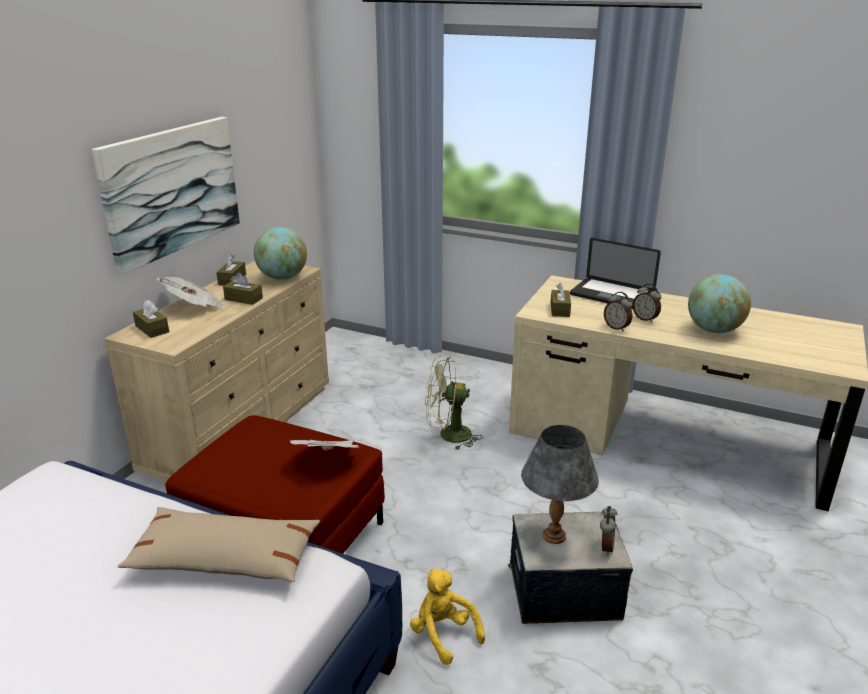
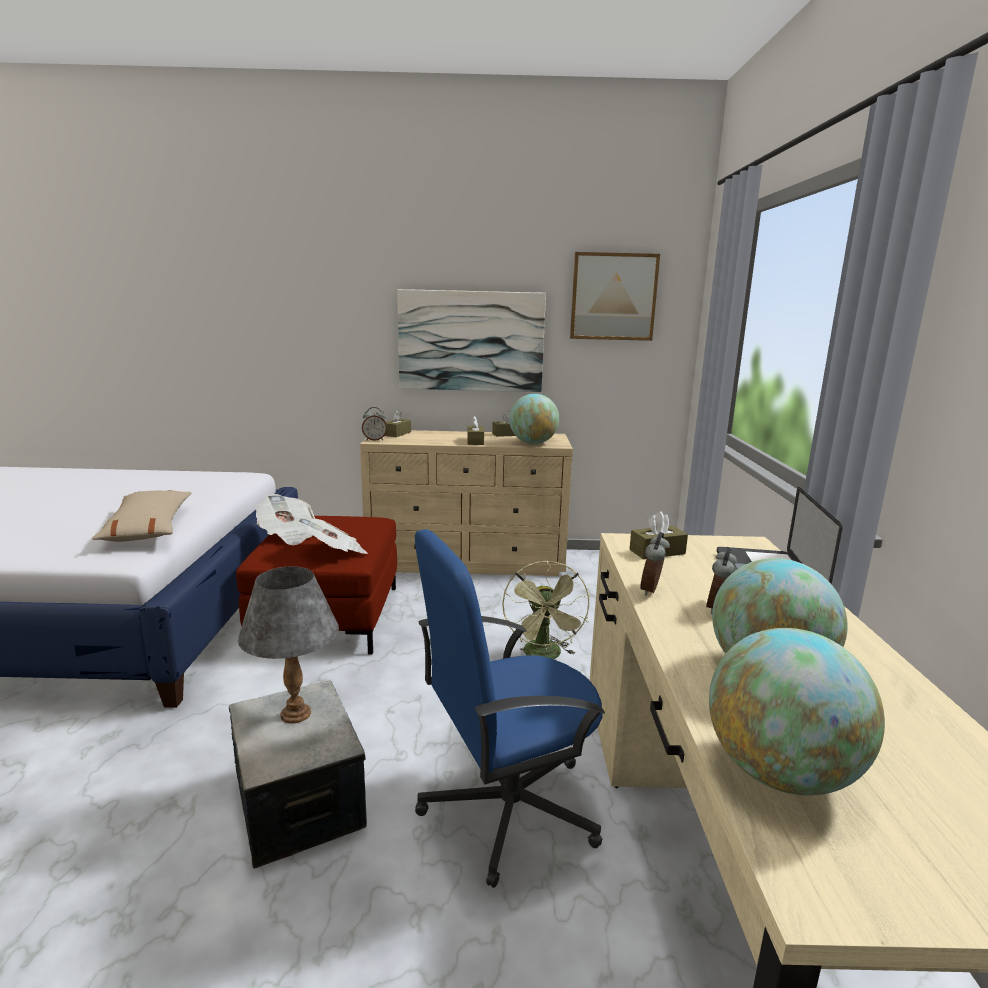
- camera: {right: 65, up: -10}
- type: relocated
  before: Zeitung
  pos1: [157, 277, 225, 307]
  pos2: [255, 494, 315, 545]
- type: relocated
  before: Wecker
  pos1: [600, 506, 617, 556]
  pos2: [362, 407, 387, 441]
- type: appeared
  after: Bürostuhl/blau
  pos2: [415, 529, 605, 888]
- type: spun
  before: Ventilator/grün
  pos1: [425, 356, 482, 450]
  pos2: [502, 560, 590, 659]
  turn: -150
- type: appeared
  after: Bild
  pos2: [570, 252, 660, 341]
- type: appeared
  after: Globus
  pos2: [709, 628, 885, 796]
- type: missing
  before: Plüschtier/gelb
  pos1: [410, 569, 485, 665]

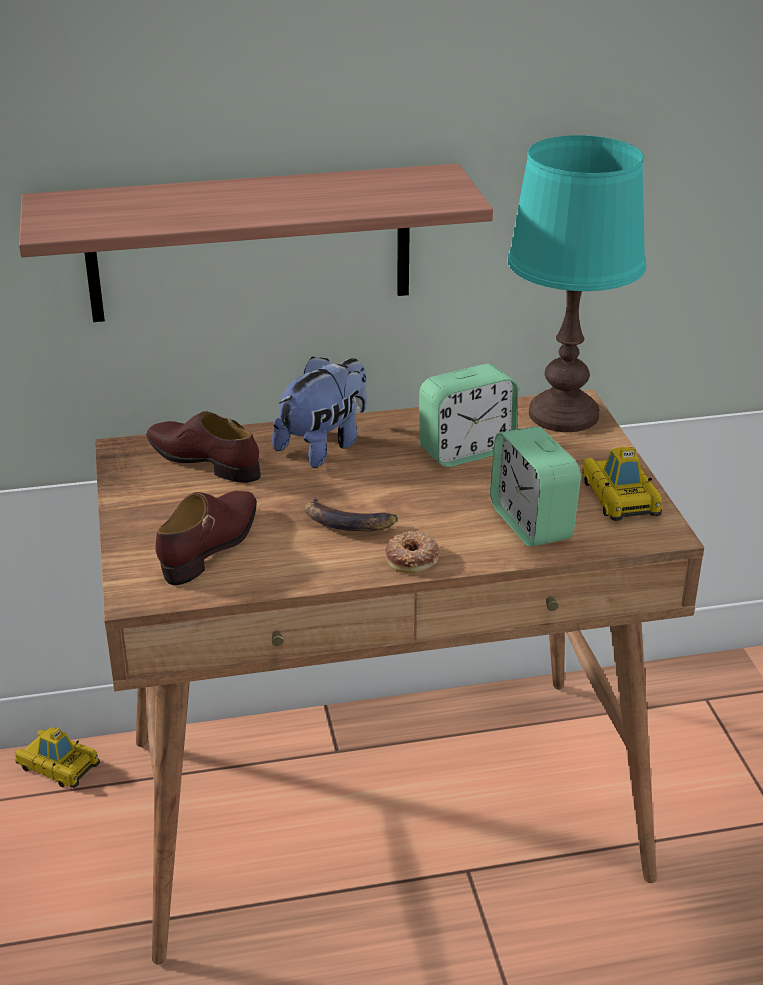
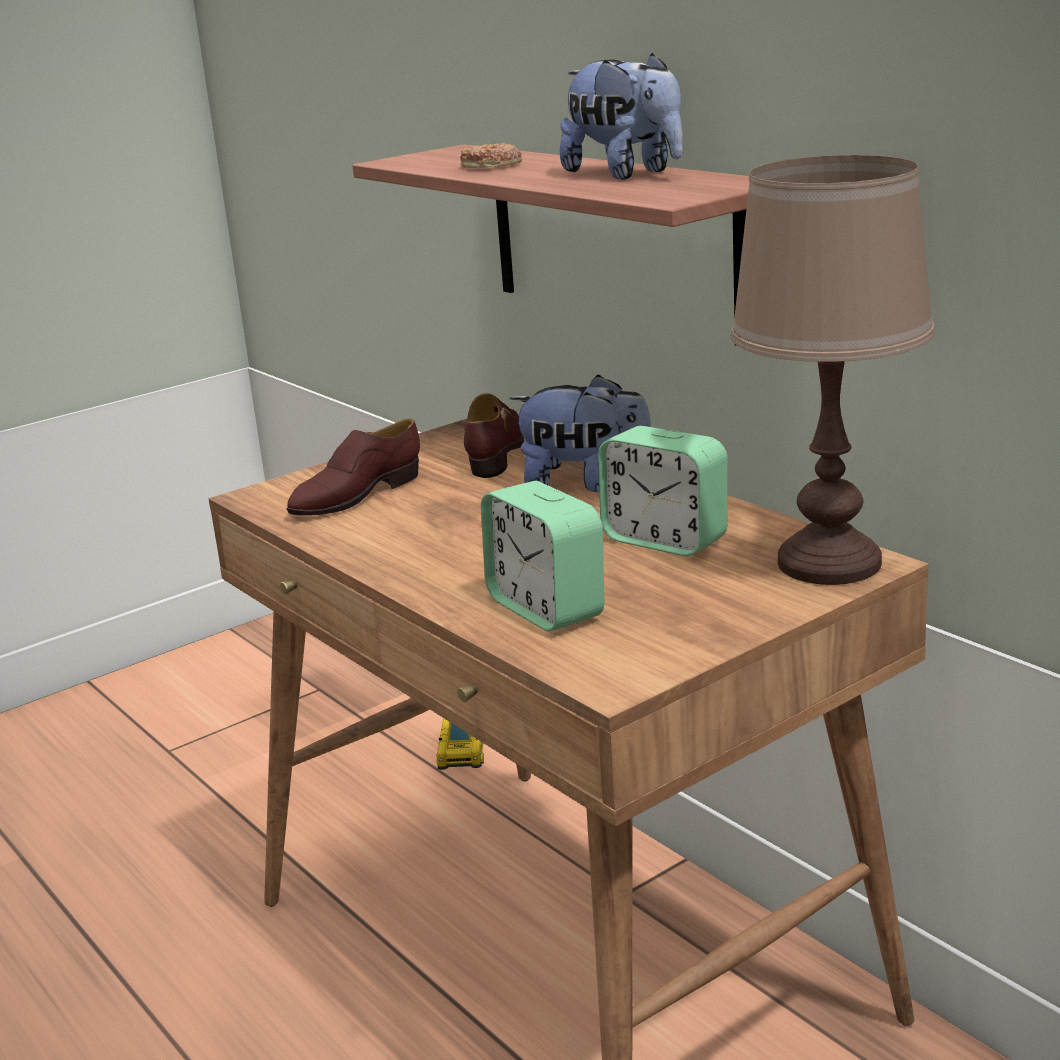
- camera: {right: 65, up: -10}
- type: spun
  before: Schuh/braun
  pos1: [155, 491, 257, 585]
  pos2: [286, 418, 420, 515]
  turn: 135
- type: relocated
  before: Donut
  pos1: [385, 531, 440, 573]
  pos2: [460, 143, 522, 168]
- type: spun
  before: Wecker
  pos1: [490, 426, 581, 547]
  pos2: [481, 481, 604, 632]
  turn: -75
- type: appeared
  after: Plüschtier
  pos2: [560, 53, 683, 180]
- type: colour
  before: Tischlampe/türkis
  after: Tischlampe/braun
  pos1: [507, 135, 646, 432]
  pos2: [731, 155, 935, 585]
- type: missing
  before: Banane
  pos1: [305, 496, 398, 531]
- type: missing
  before: Spielzeugauto
  pos1: [582, 447, 662, 521]

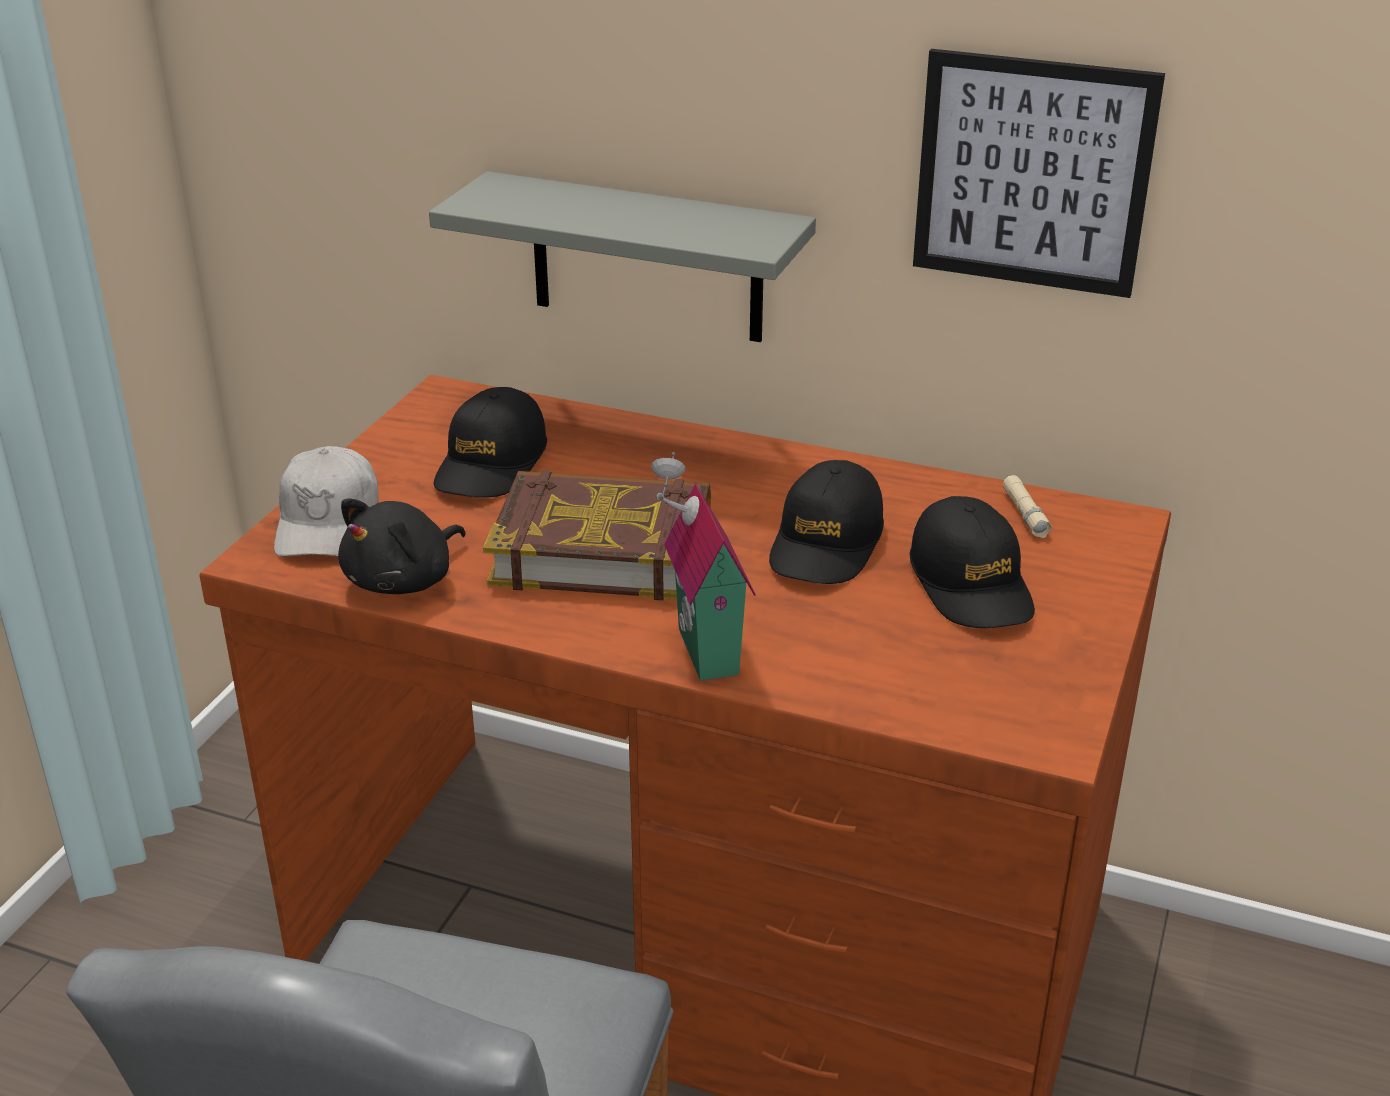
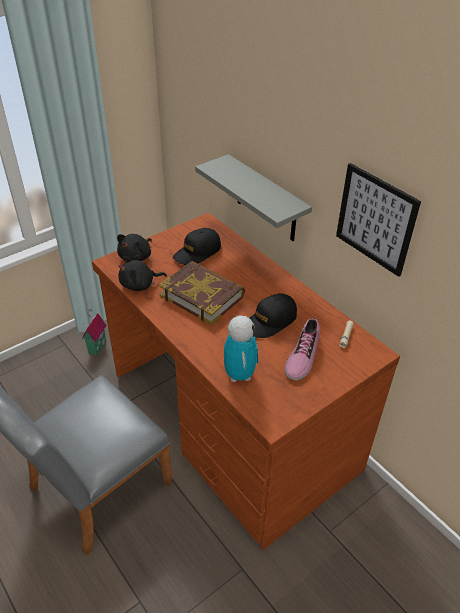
- camera: {right: 30, up: 10}
- type: relocated
  before: Spielzeughaus
  pos1: [651, 452, 756, 681]
  pos2: [82, 306, 107, 356]
- type: exchanged
  before: Kappe/weiß
  after: Plüschtier/schwarz
  pos1: [274, 446, 379, 557]
  pos2: [117, 234, 152, 261]
- type: appeared
  after: Spielzeugroboter
  pos2: [224, 315, 258, 382]
- type: exchanged
  before: Kappe/schwarz
  after: Schuh
  pos1: [910, 496, 1035, 628]
  pos2: [285, 318, 320, 380]

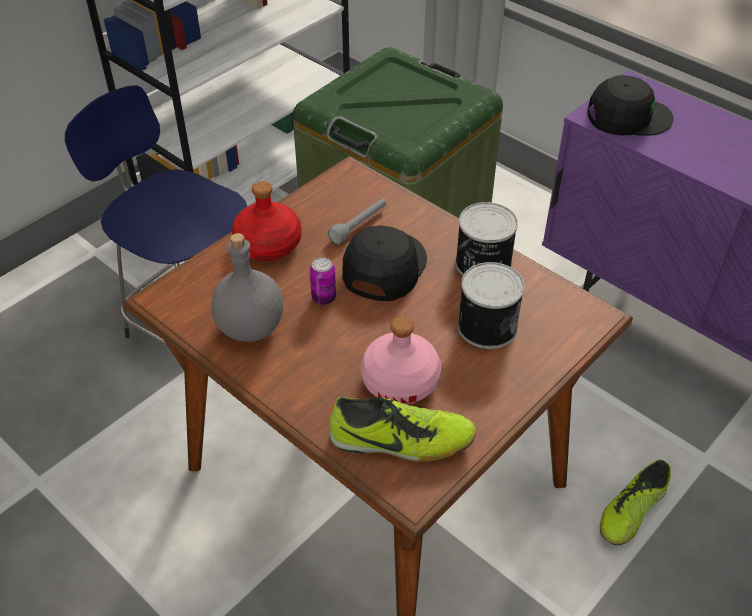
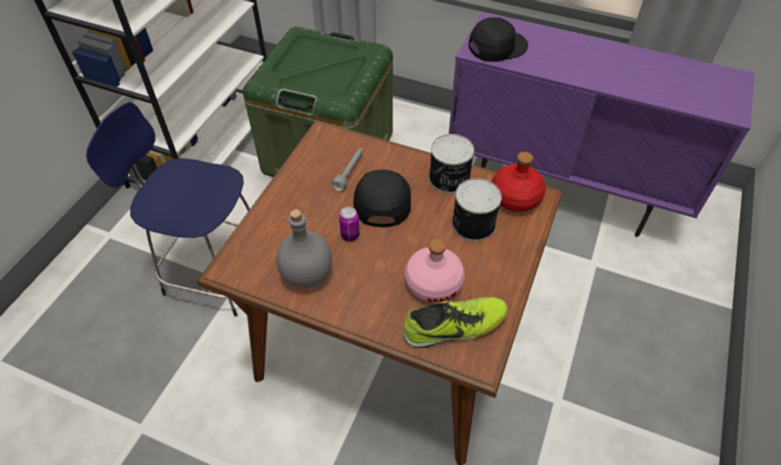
- camera: {right: -20, up: 5}
- type: relocated
  before: Flasche/rot
  pos1: [232, 181, 302, 261]
  pos2: [492, 152, 546, 212]
- type: missing
  before: Schuh
  pos1: [600, 460, 671, 545]

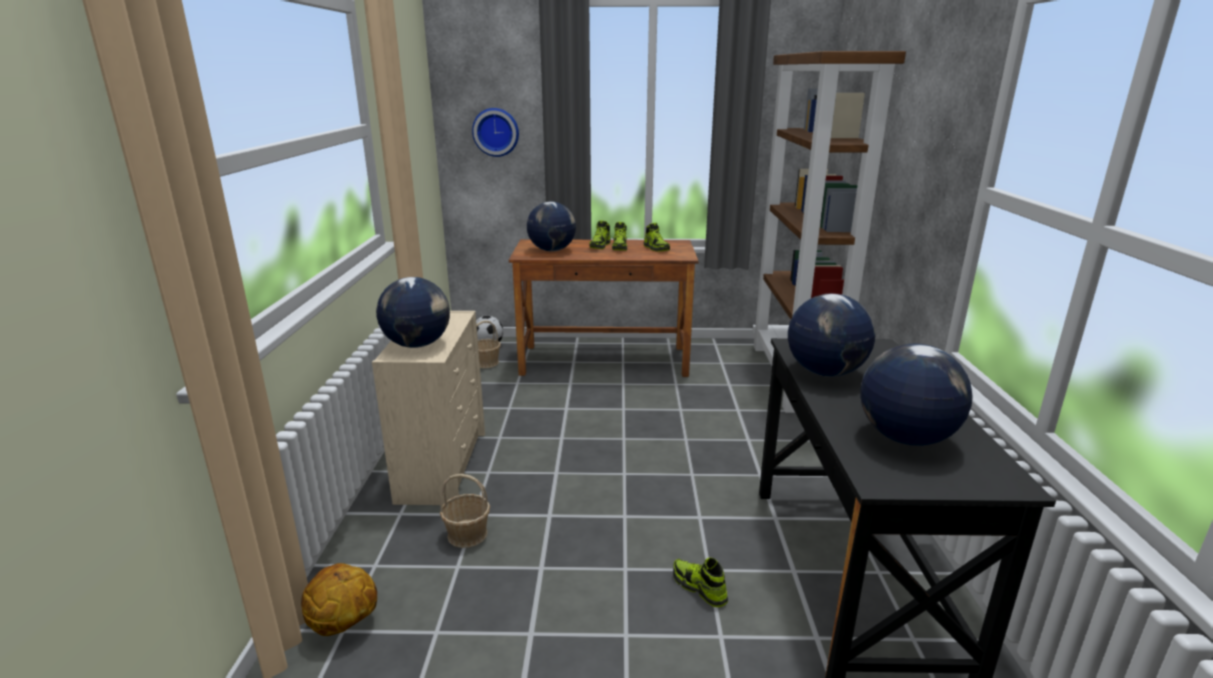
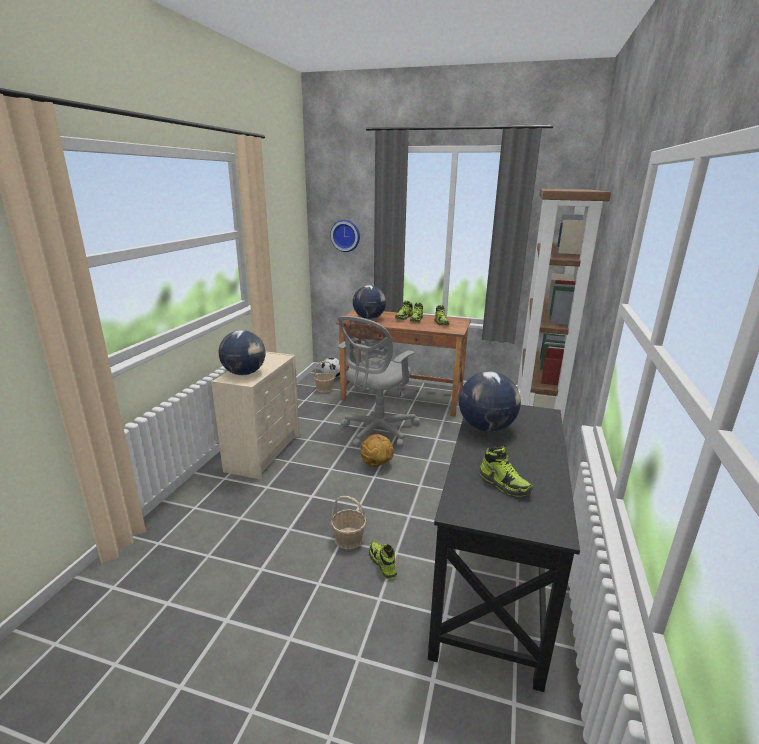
- camera: {right: 15, up: 0}
- type: relocated
  before: Korb
  pos1: [440, 474, 490, 548]
  pos2: [331, 496, 366, 550]
- type: appeared
  after: Bürostuhl/grau
  pos2: [338, 316, 420, 448]
- type: relocated
  before: Basketball
  pos1: [301, 563, 377, 636]
  pos2: [361, 434, 394, 467]
- type: exchanged
  before: Globus
  after: Schuh
  pos1: [860, 344, 973, 446]
  pos2: [479, 447, 533, 497]

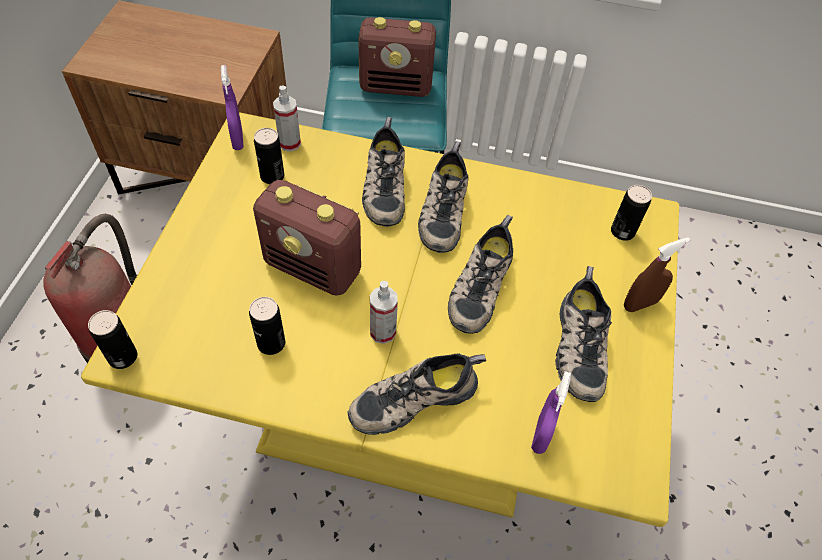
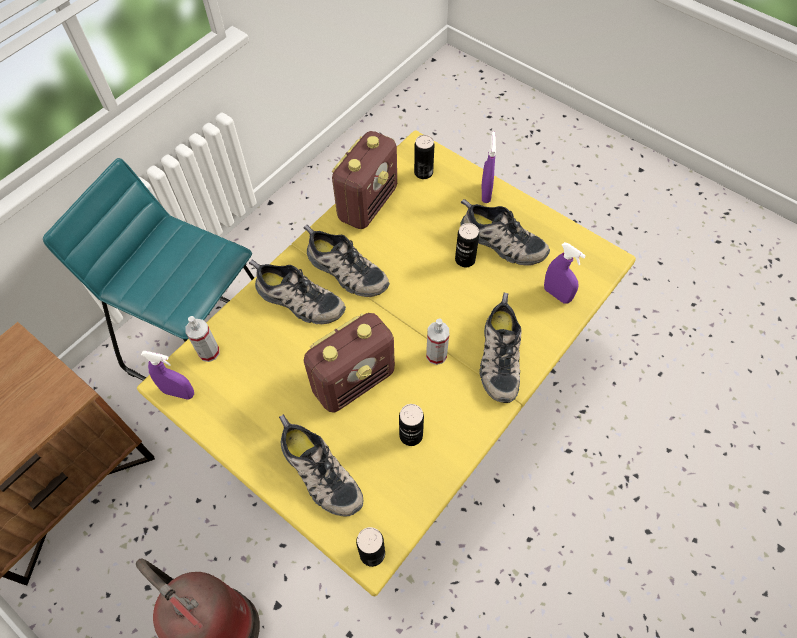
- camera: {right: -60, up: 5}
- type: relocated
  before: Schuh
  pos1: [448, 215, 513, 334]
  pos2: [279, 414, 363, 517]
- type: relocated
  before: Radio
  pos1: [358, 17, 436, 97]
  pos2: [332, 131, 397, 229]
- type: relocated
  before: Dose
  pos1: [254, 128, 284, 184]
  pos2: [455, 223, 479, 267]
- type: colour
  before: Sprühflasche/braun
  after: Sprühflasche/lila
  pos1: [624, 237, 690, 312]
  pos2: [482, 132, 496, 203]

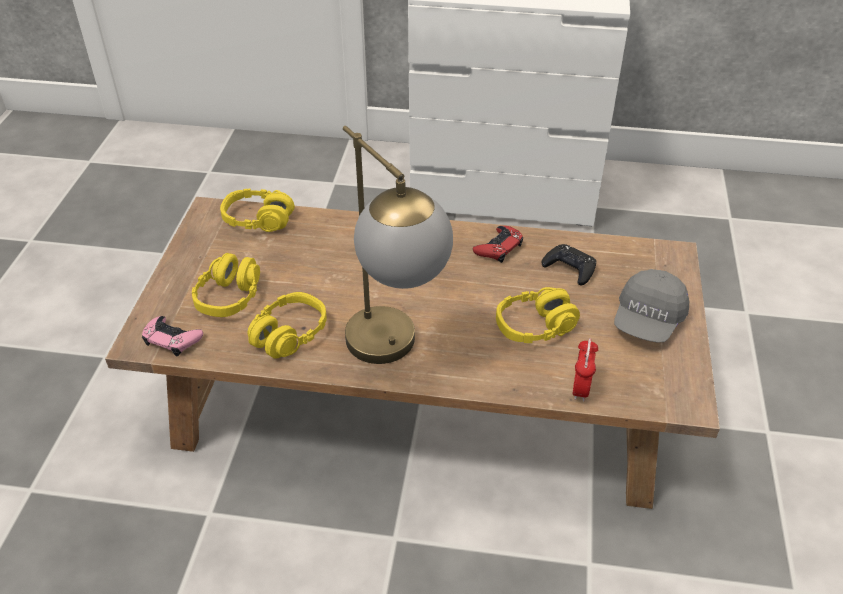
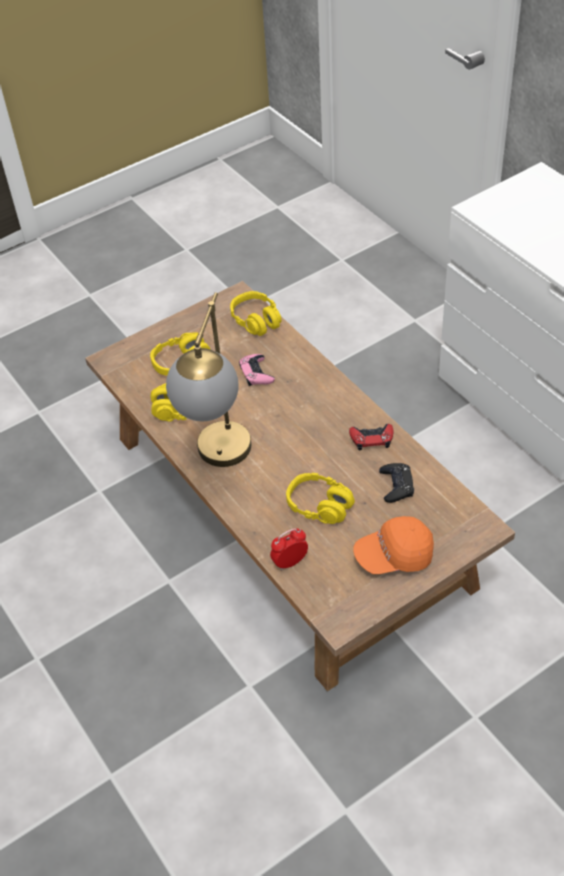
- camera: {right: 50, up: 5}
- type: relocated
  before: Gamepad/rosa
  pos1: [142, 316, 203, 356]
  pos2: [239, 354, 275, 386]
- type: colour
  before: Kappe/grau
  after: Kappe/orange
  pos1: [614, 269, 689, 343]
  pos2: [353, 516, 434, 574]

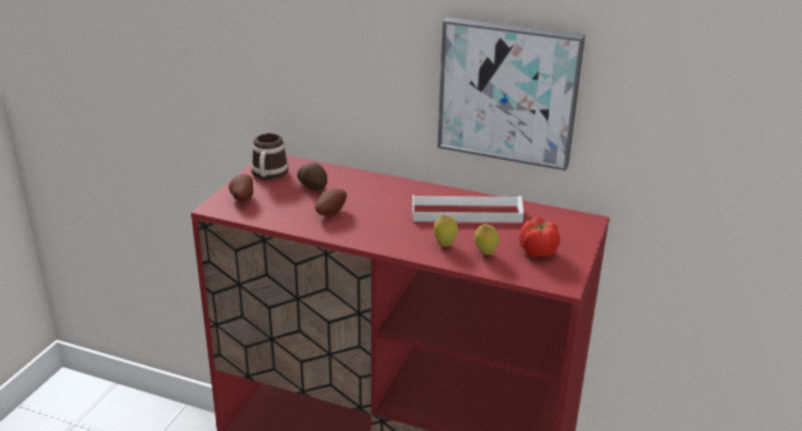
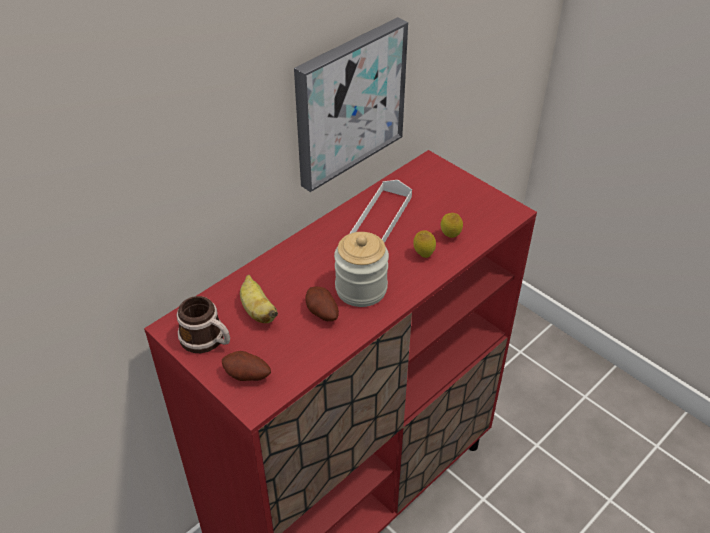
- camera: {right: -65, up: 15}
- type: exchanged
  before: Kartoffel
  after: Banane
  pos1: [297, 163, 327, 190]
  pos2: [240, 275, 278, 323]
- type: appeared
  after: Vorratsglas
  pos2: [334, 232, 389, 307]
- type: missing
  before: Tomate
  pos1: [519, 217, 560, 257]

